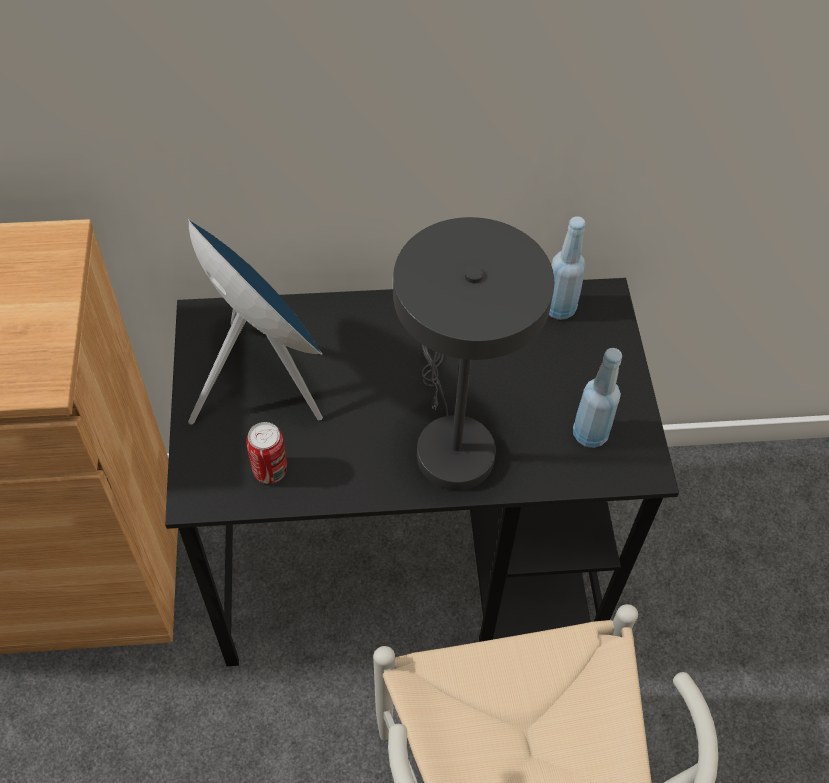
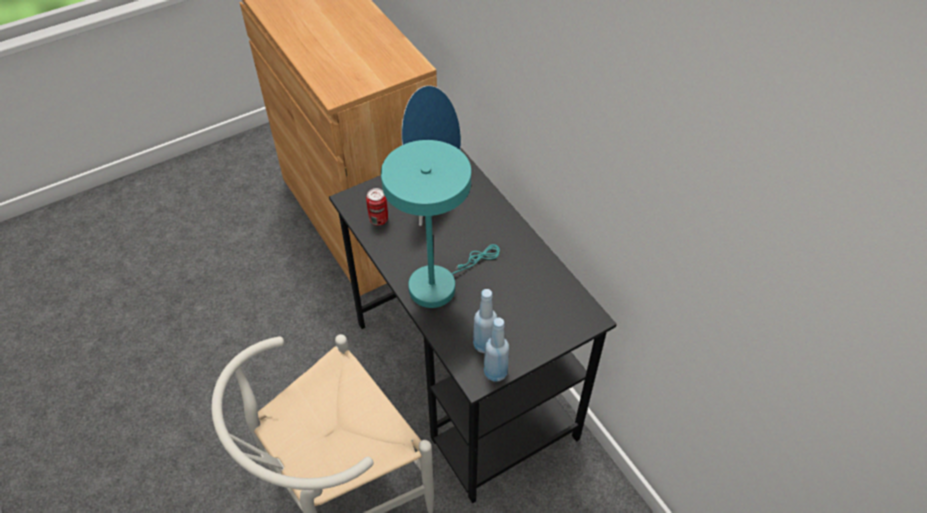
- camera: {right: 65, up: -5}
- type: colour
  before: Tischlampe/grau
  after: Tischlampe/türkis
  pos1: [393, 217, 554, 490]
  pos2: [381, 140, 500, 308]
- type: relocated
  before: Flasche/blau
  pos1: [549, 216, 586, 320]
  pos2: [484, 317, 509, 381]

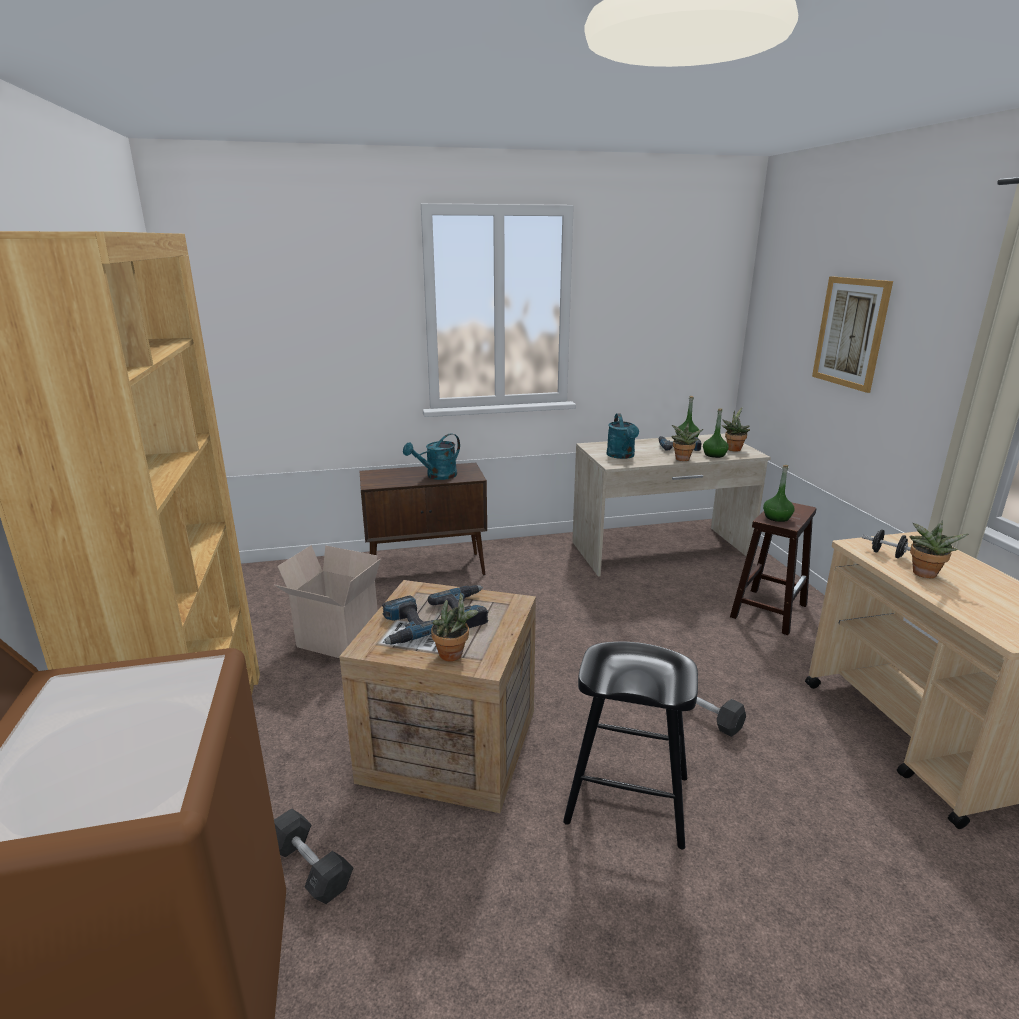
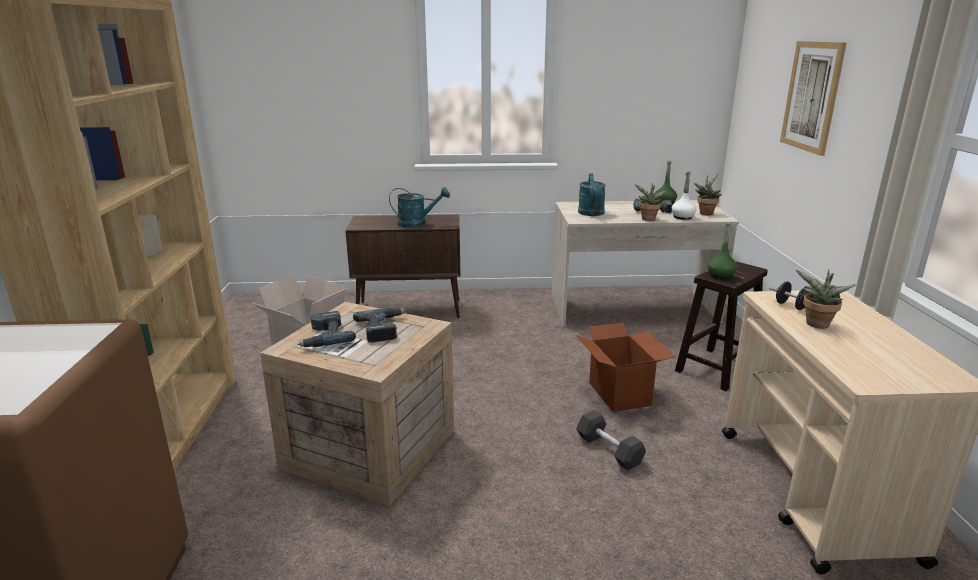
- camera: {right: 10, up: 0}
- type: spun
  before: Gießkanne/türkis
  pos1: [403, 433, 460, 480]
  pos2: [389, 187, 450, 227]
  turn: -150
- type: appeared
  after: Karton
  pos2: [576, 322, 676, 412]
- type: colour
  before: Flasche/grün
  after: Flasche/weiß
  pos1: [703, 408, 729, 458]
  pos2: [672, 171, 697, 220]
- type: missing
  before: Hantel/grau
  pos1: [274, 808, 353, 904]
- type: missing
  before: Topfpflanze
  pos1: [431, 593, 478, 661]
- type: missing
  before: Hocker/schwarz
  pos1: [563, 642, 698, 849]

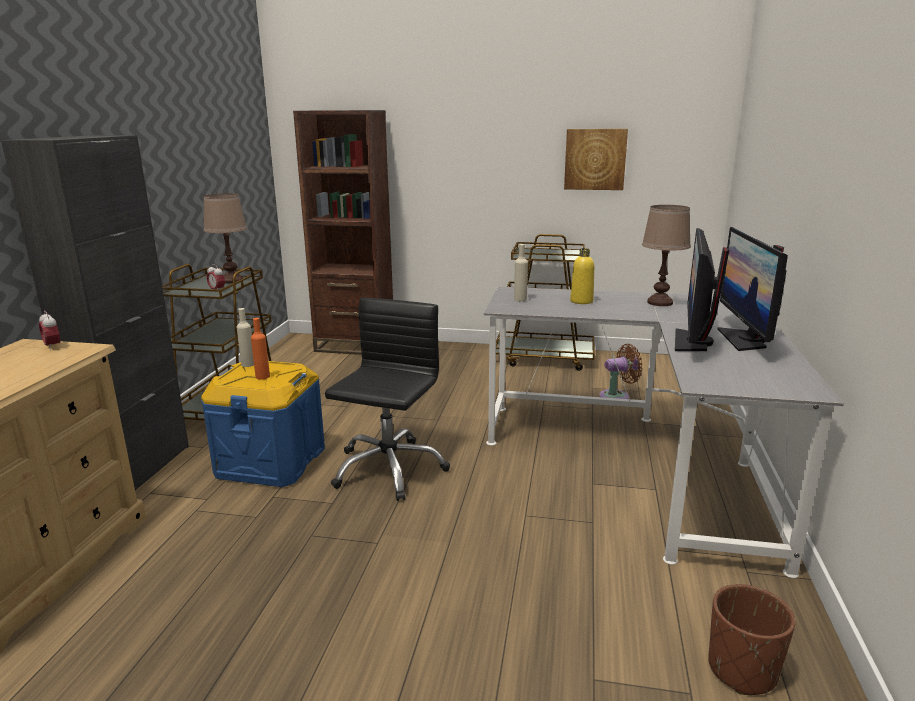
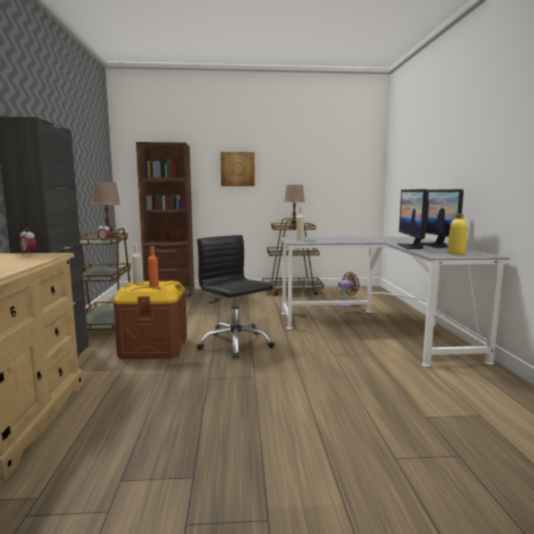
- camera: {right: -15, up: -10}
- type: colour
  before: Aufbewahrungsbox/blau
  after: Aufbewahrungsbox/braun
  pos1: [201, 361, 325, 487]
  pos2: [113, 281, 187, 359]
- type: spun
  before: Bürostuhl/schwarz
  pos1: [325, 297, 450, 501]
  pos2: [197, 235, 275, 359]
  turn: -45
- type: relocated
  before: Bild
  pos1: [564, 129, 628, 190]
  pos2: [220, 152, 255, 186]
- type: relocated
  before: Tischlampe/braun
  pos1: [642, 205, 691, 306]
  pos2: [284, 185, 305, 229]
- type: relocated
  before: Flasche/gelb
  pos1: [570, 248, 594, 304]
  pos2: [447, 213, 467, 255]
- type: missing
  before: Pflanzkübel/braun
  pos1: [709, 584, 796, 695]

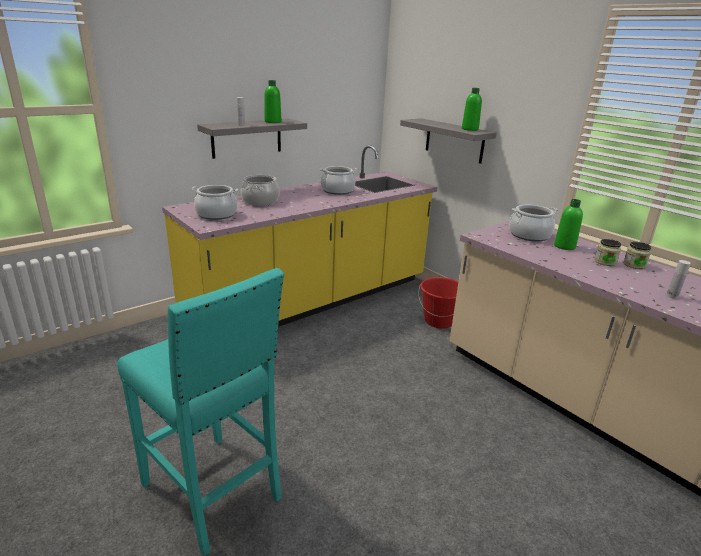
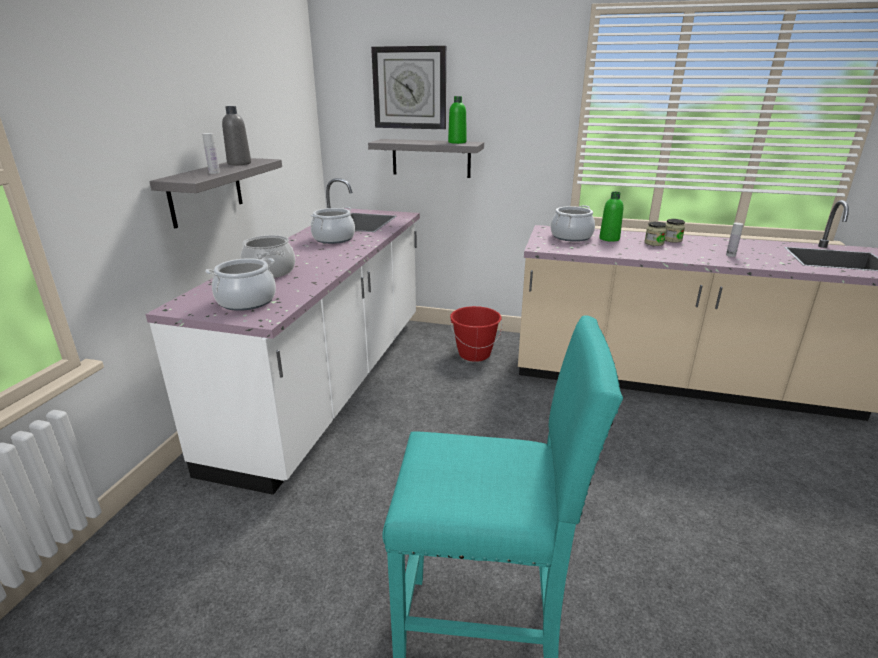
- camera: {right: -35, up: 0}
- type: colour
  before: Küchenzeile/gelb
  after: Küchenzeile/weiß
  pos1: [162, 145, 438, 327]
  pos2: [145, 178, 420, 495]
- type: colour
  before: Flasche/grün
  after: Flasche/grau
  pos1: [265, 80, 281, 123]
  pos2: [222, 106, 251, 165]
- type: appeared
  after: Wanduhr
  pos2: [371, 46, 446, 129]

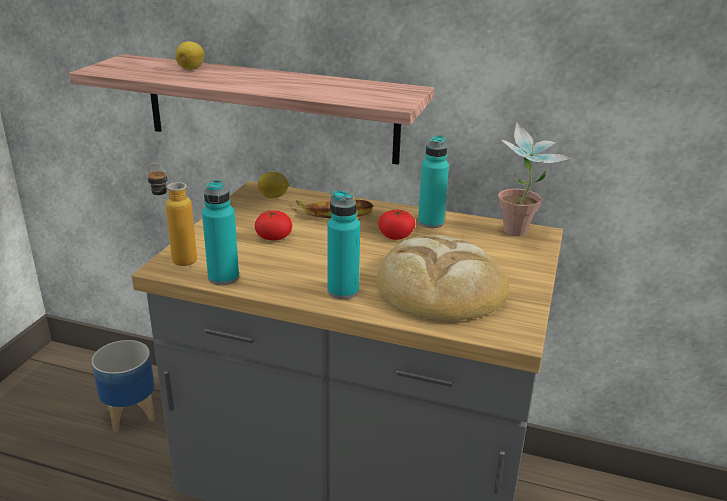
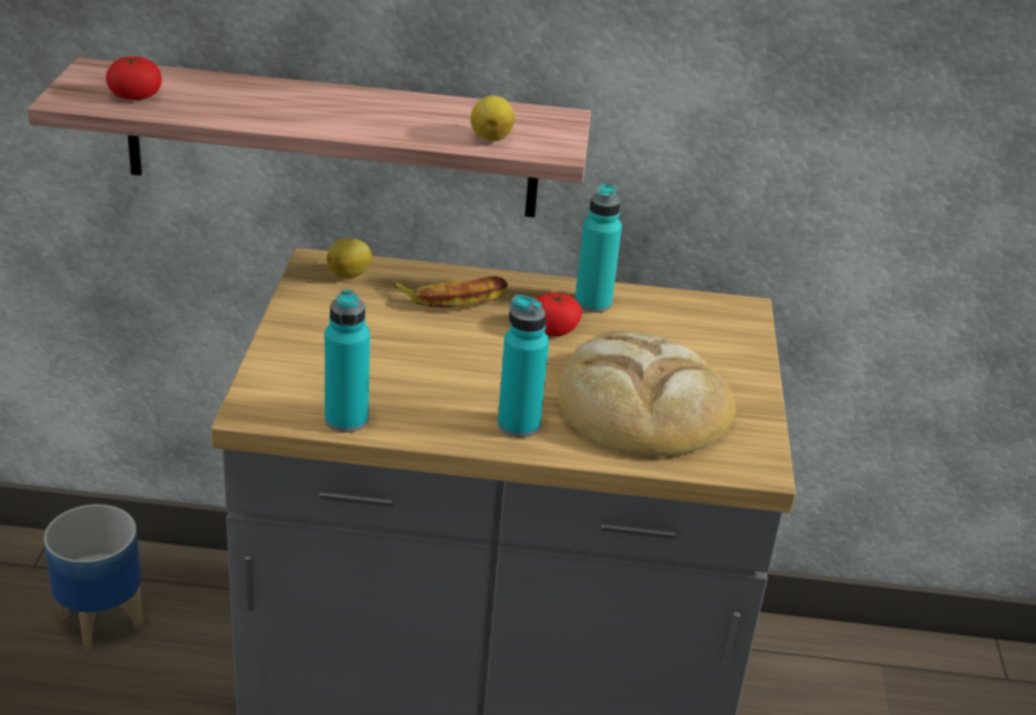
- camera: {right: -15, up: 5}
- type: relocated
  before: Tomate
  pos1: [255, 210, 292, 240]
  pos2: [106, 56, 162, 100]
- type: relocated
  before: Zitrone
  pos1: [175, 41, 204, 70]
  pos2: [471, 96, 515, 141]
- type: missing
  before: Flasche
  pos1: [148, 163, 197, 266]
- type: missing
  before: Topfpflanze
  pos1: [498, 122, 571, 236]

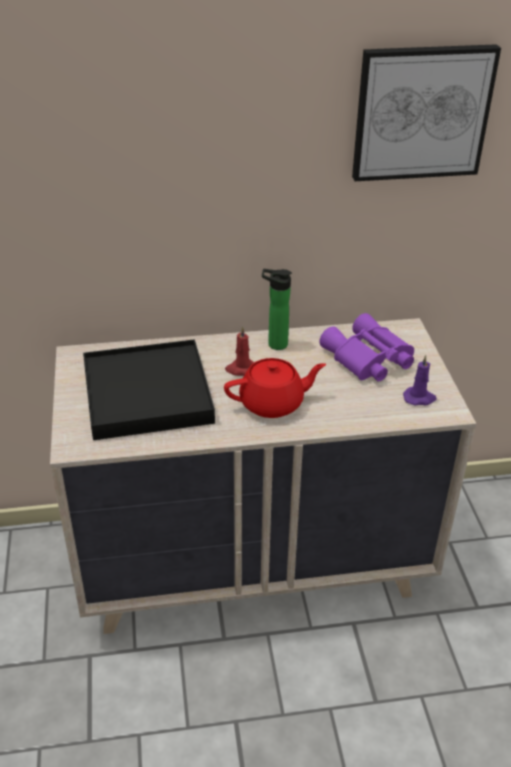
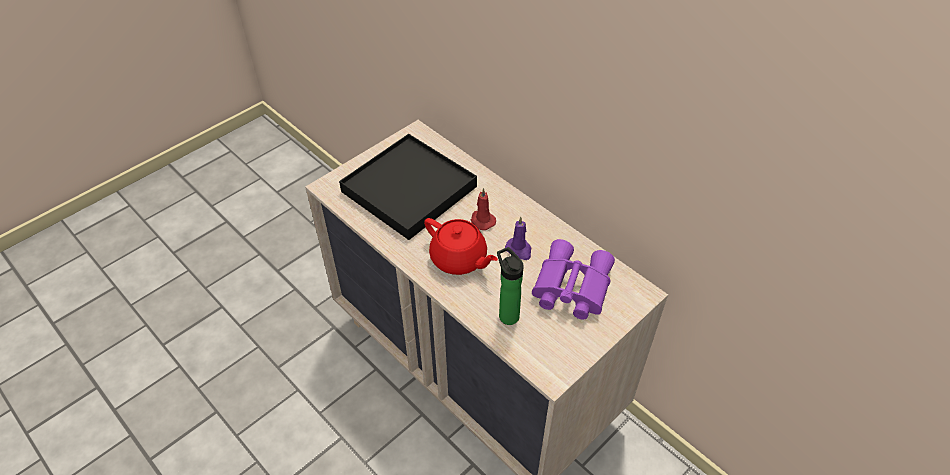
- camera: {right: 55, up: 10}
- type: relocated
  before: Flasche
  pos1: [262, 269, 292, 350]
  pos2: [497, 247, 524, 325]
- type: relocated
  before: Kerze/lila
  pos1: [403, 355, 436, 406]
  pos2: [505, 217, 532, 260]
- type: missing
  before: Bild
  pos1: [352, 44, 501, 181]

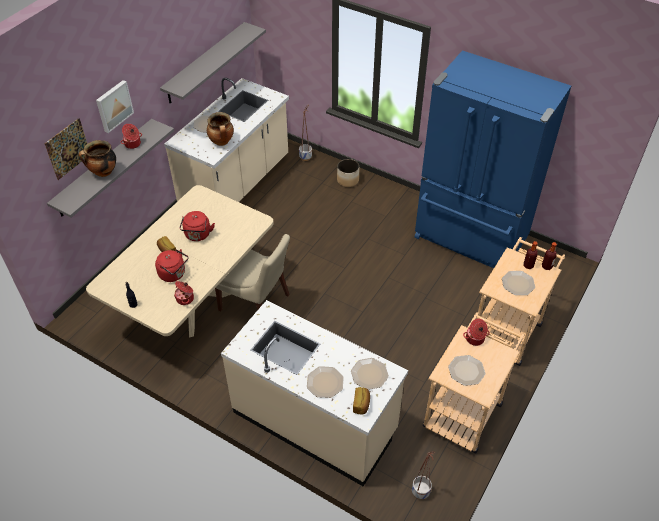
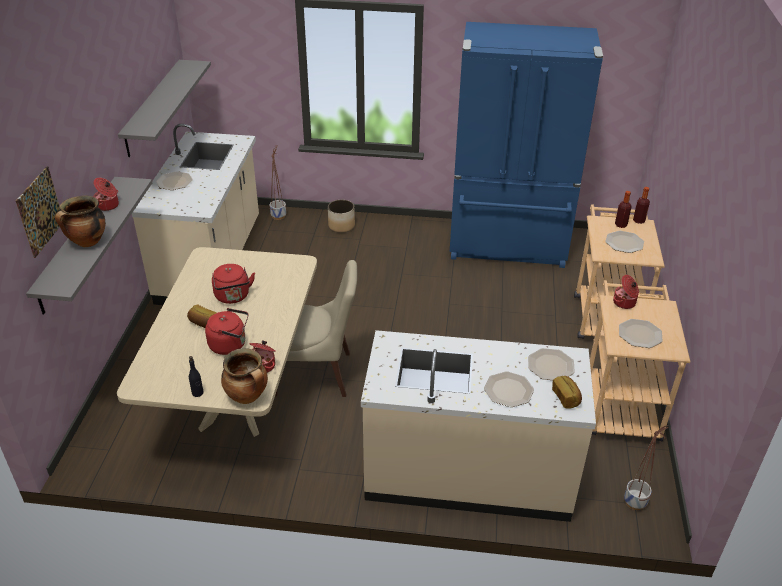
- camera: {right: -25, up: -10}
- type: relocated
  before: Kochtopf
  pos1: [207, 112, 234, 146]
  pos2: [221, 348, 268, 404]
- type: missing
  before: Bild
  pos1: [96, 80, 134, 133]

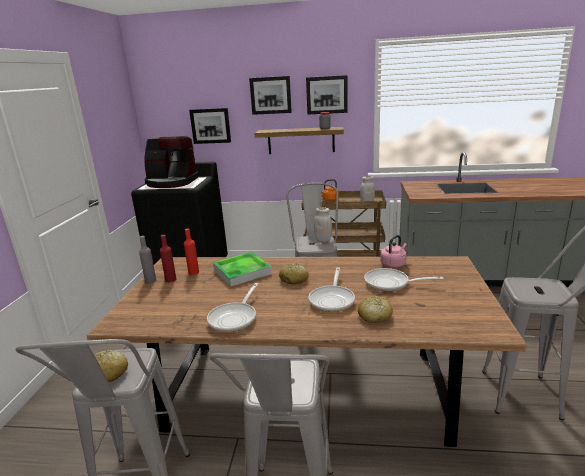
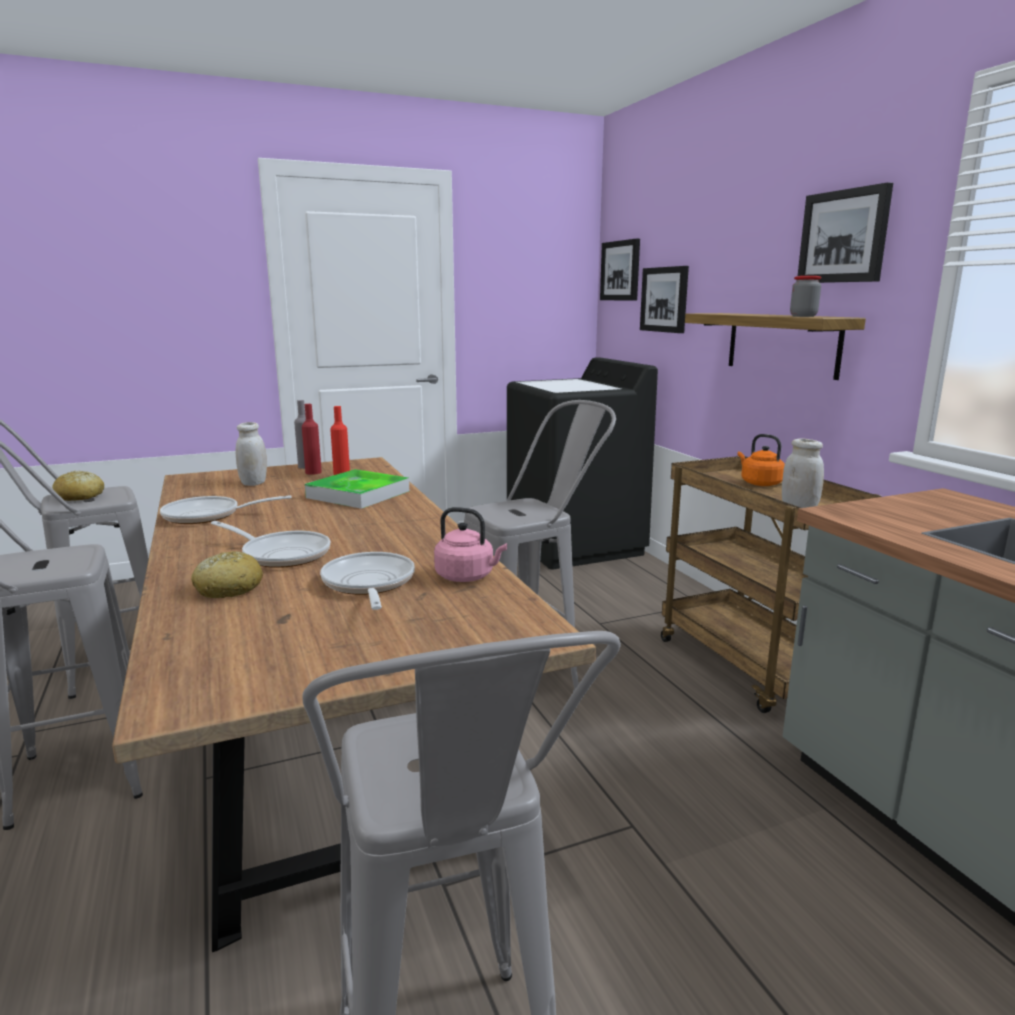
- camera: {right: 60, up: -5}
- type: spun
  before: Pfanne
  pos1: [308, 267, 355, 312]
  pos2: [211, 521, 330, 568]
  turn: -135
- type: relocated
  before: Vorratsglas/weiß
  pos1: [314, 207, 332, 242]
  pos2: [235, 422, 267, 486]
- type: relocated
  before: Bild
  pos1: [249, 76, 292, 115]
  pos2: [600, 239, 640, 301]
- type: missing
  before: Kaffeemaschine
  pos1: [144, 136, 199, 188]
- type: missing
  before: Brot
  pos1: [279, 263, 308, 284]

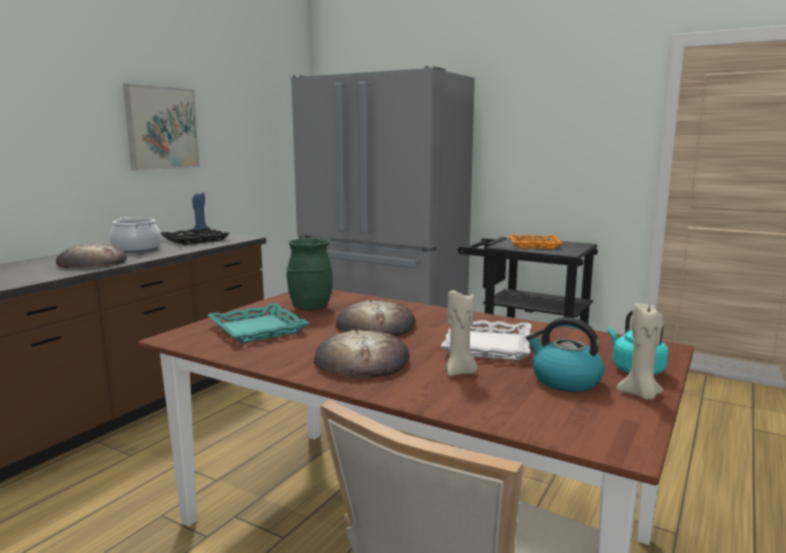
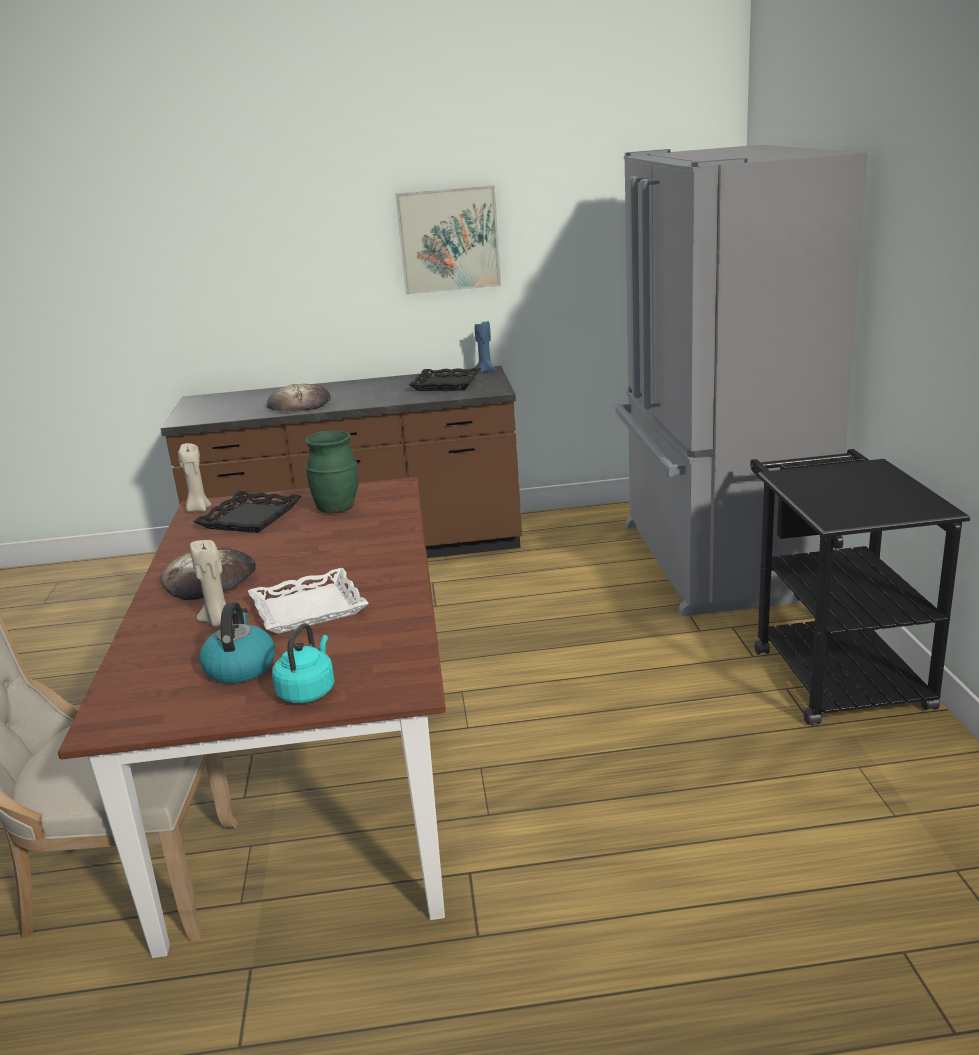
- camera: {right: 55, up: 10}
- type: relocated
  before: Kerze/beige
  pos1: [616, 303, 664, 400]
  pos2: [178, 443, 211, 512]
- type: colour
  before: Tablett/türkis
  after: Tablett/schwarz
  pos1: [208, 303, 309, 343]
  pos2: [193, 491, 302, 533]
- type: missing
  before: Kochtopf
  pos1: [110, 217, 161, 253]
- type: missing
  before: Brot
  pos1: [335, 300, 416, 336]
- type: missing
  before: Tablett/orange
  pos1: [509, 235, 563, 249]

